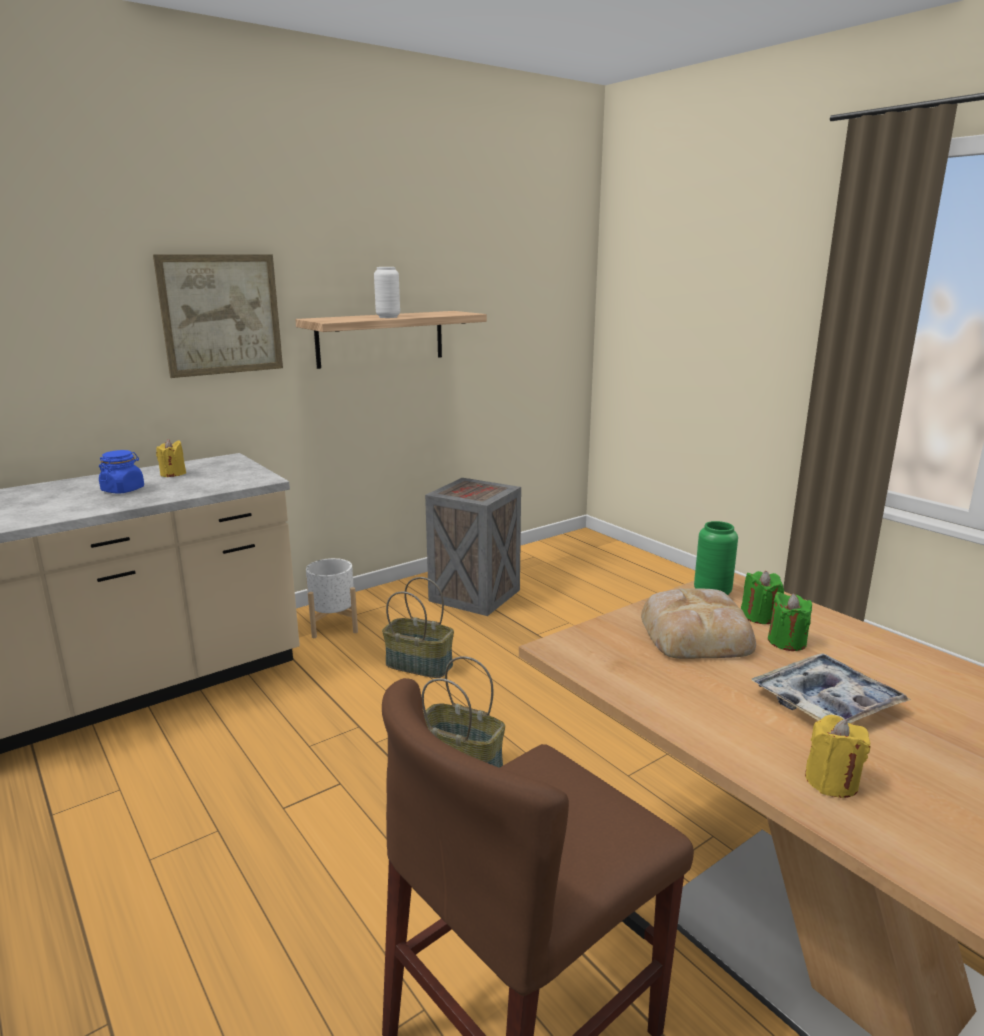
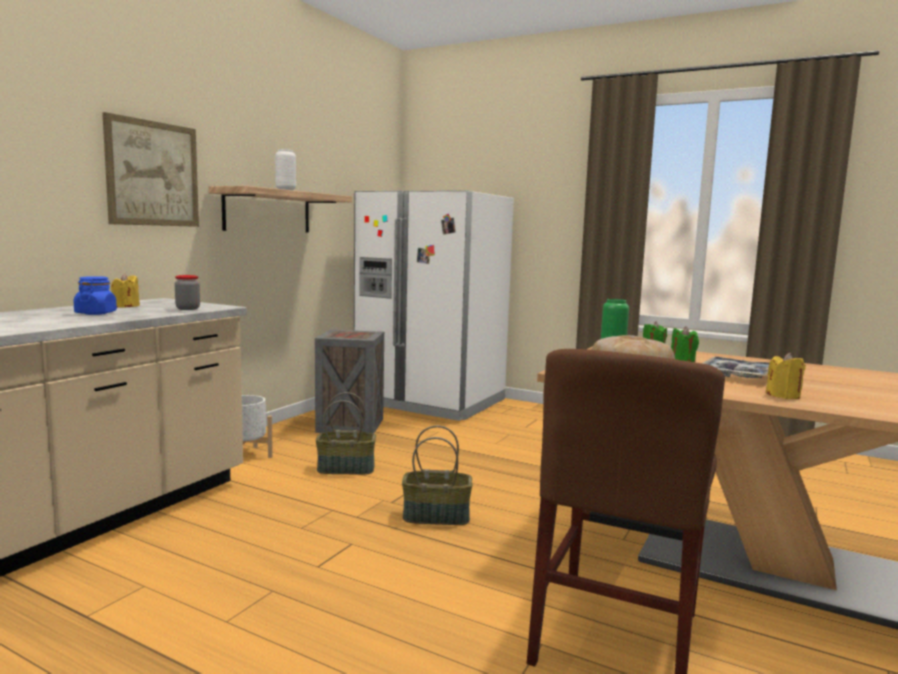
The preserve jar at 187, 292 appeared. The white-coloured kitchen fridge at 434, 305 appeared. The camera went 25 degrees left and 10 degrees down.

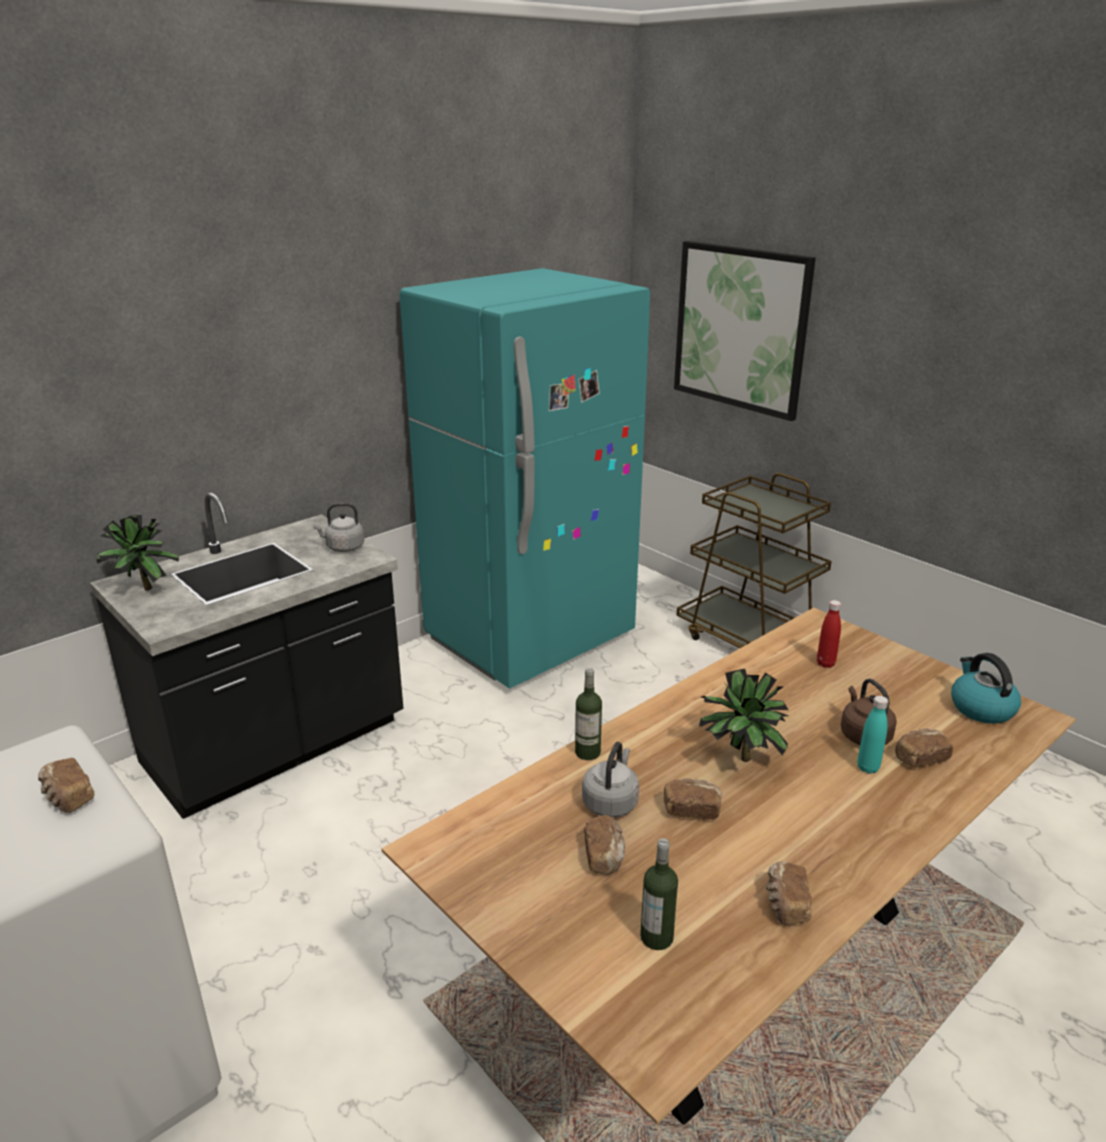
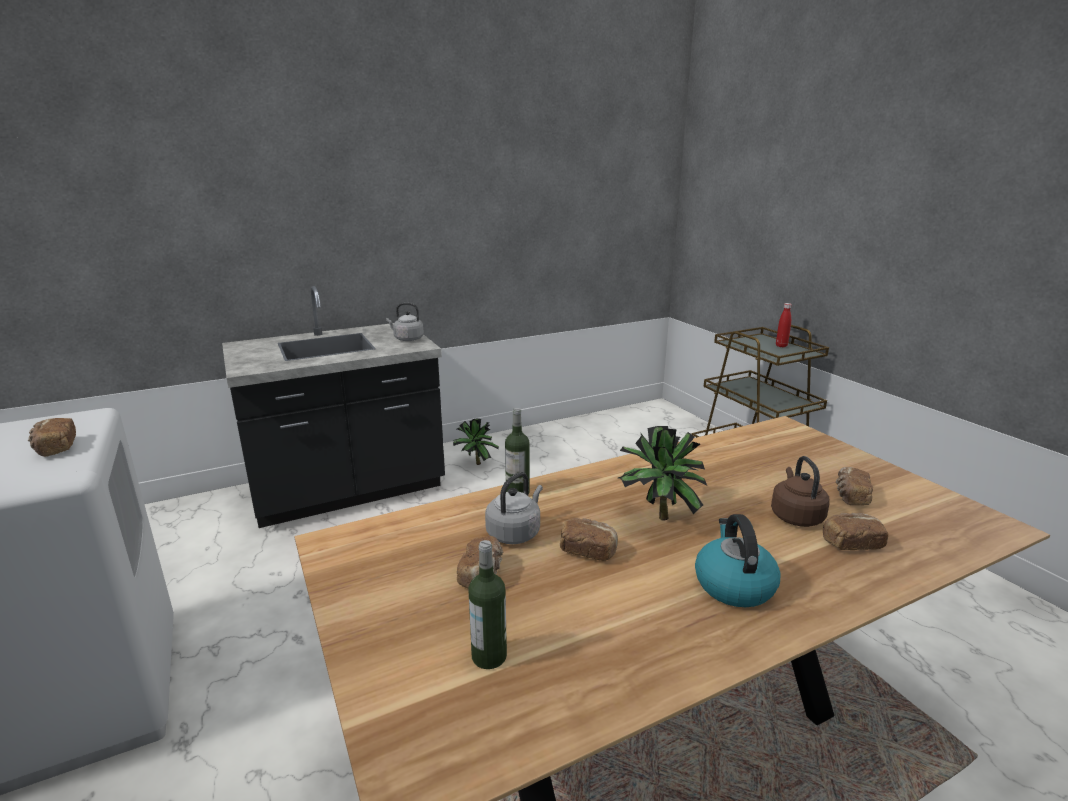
The houseplant moved from 136, 553 to 476, 442. The blue-green kitchen fridge at 524, 478 disappeared. The picture at 745, 331 disappeared. The bread moved from 789, 893 to 854, 486. The red bottle moved from 829, 634 to 784, 325. The blue-green bottle at 872, 735 disappeared. The kettle moved from 986, 688 to 738, 560. The camera went 15 degrees right and 5 degrees down.

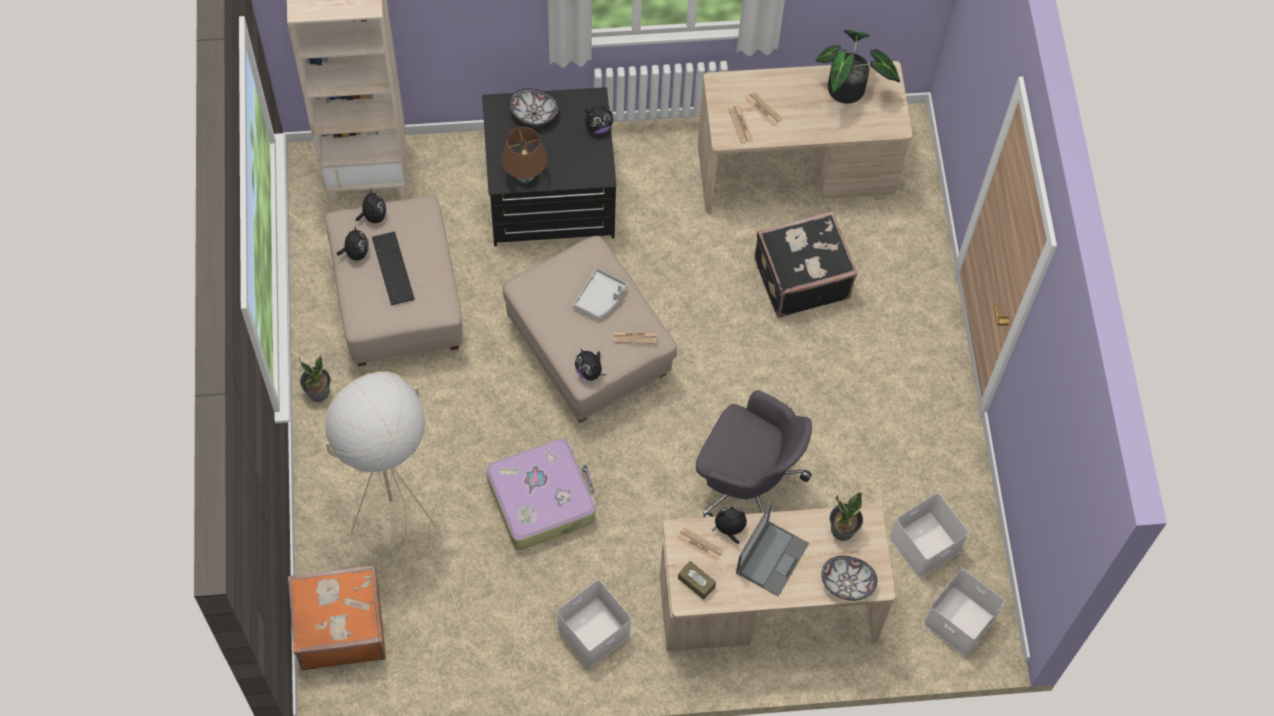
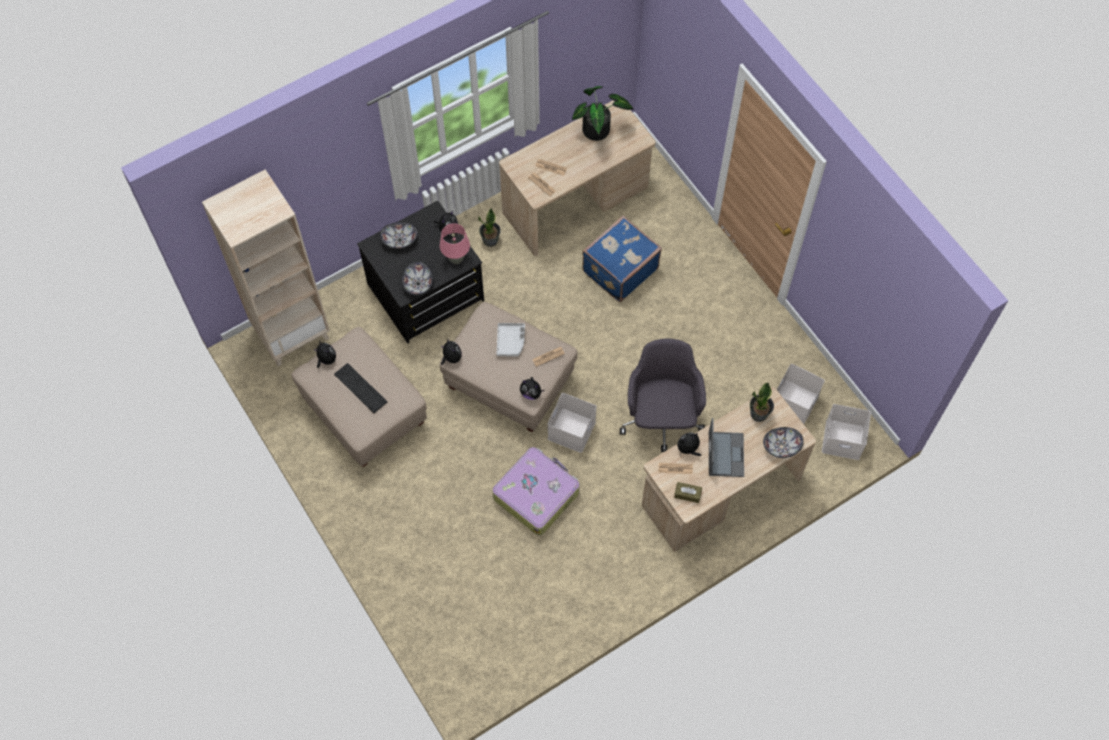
The orangey suitcase at 337, 617 disappeared. The houseplant moved from 315, 378 to 489, 227. The beige-coloured floor lamp at 420, 521 disappeared. The soft toy moved from 353, 243 to 451, 352. The brown-coloured table lamp at 524, 155 was replaced by the serving bowl at 417, 278. The white-coloured storage box moved from 594, 624 to 572, 423. The grey office chair at 754, 453 turned 90 degrees counterclockwise. The blackish suitcase at 806, 264 became the blue suitcase at 622, 259. The pink-coloured table lamp at 455, 243 appeared. The camera went 25 degrees left and 0 degrees up.

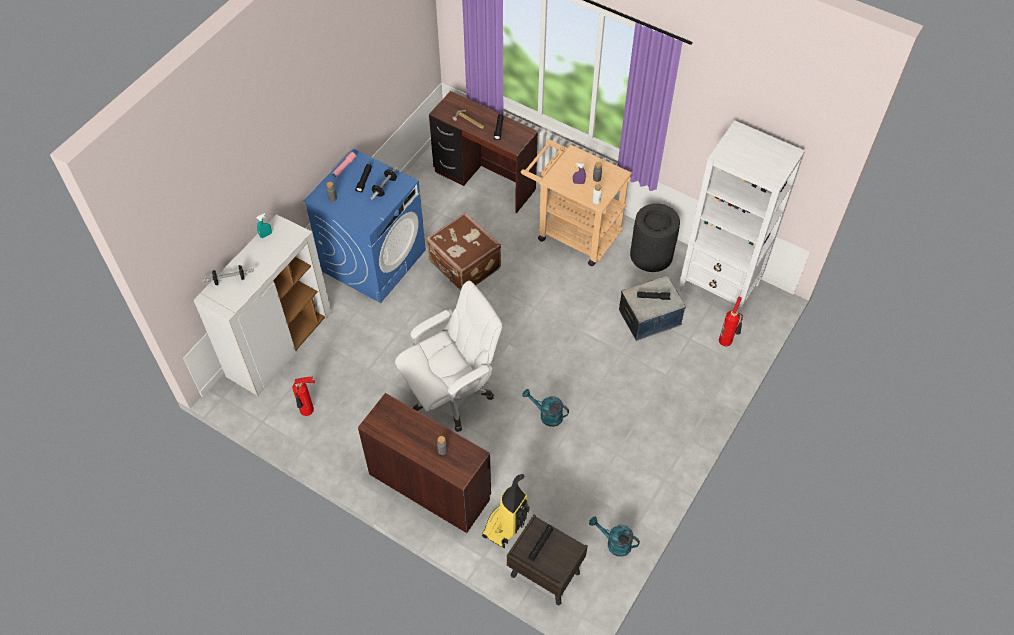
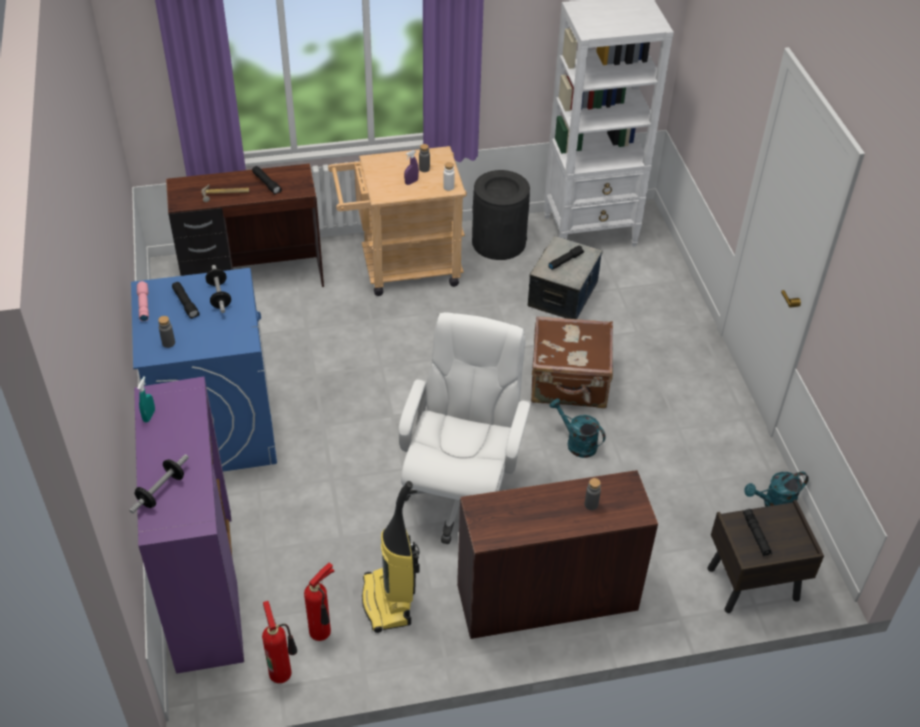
The white-coloured storage cabinet at 262, 305 became the purple storage cabinet at 189, 525. The brown-coloured suitcase moved from 463, 251 to 572, 362. The vacuum cleaner moved from 505, 511 to 391, 557. The blue-green sprinkling can at 545, 408 turned 60 degrees clockwise. The fire extinguisher moved from 731, 321 to 279, 642. The camera went 45 degrees left and 10 degrees down.

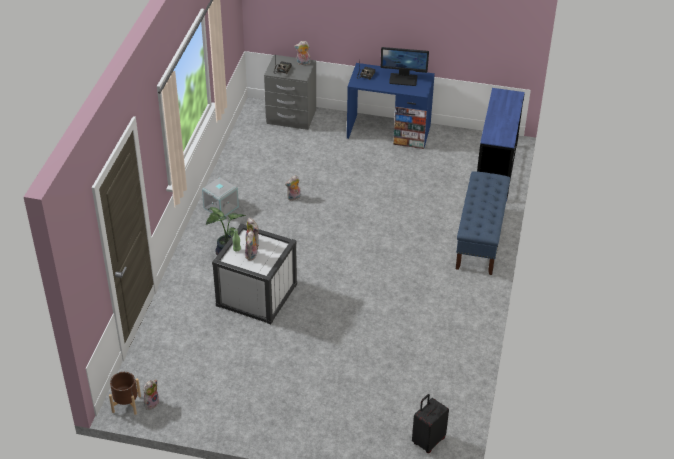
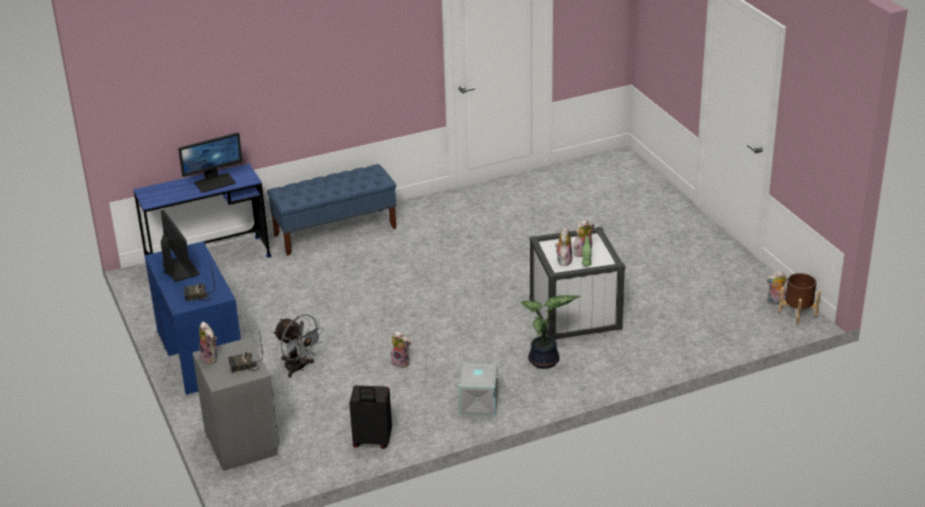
The blackish suitcase moved from 430, 423 to 370, 417. The monitor at 210, 162 appeared. The grey cooling fan at 298, 346 appeared. The camera went 125 degrees left and 10 degrees down.

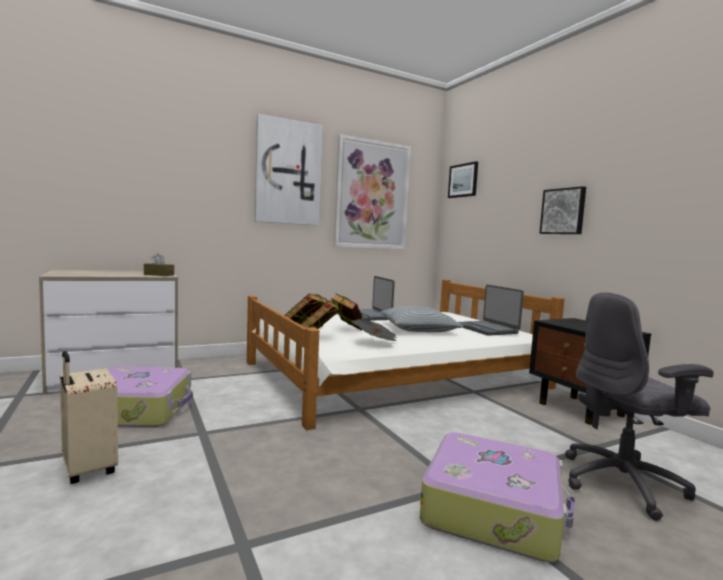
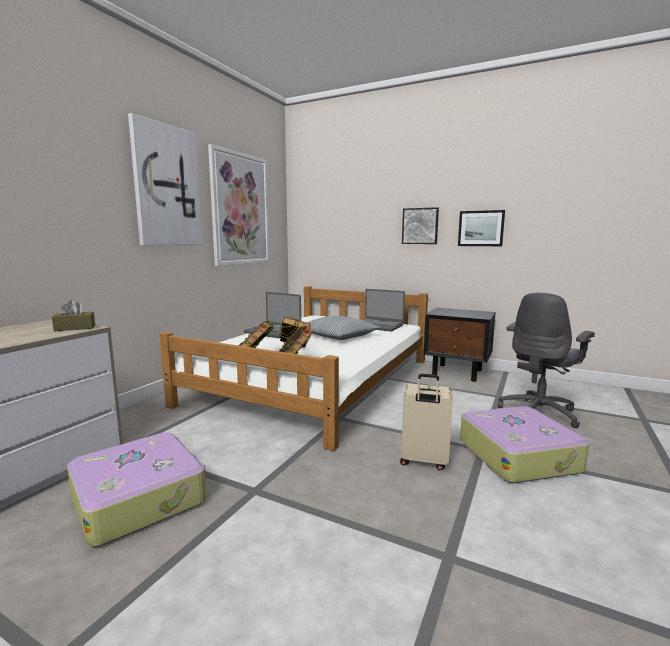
The beige-coloured suitcase moved from 89, 417 to 426, 422. The printed paper at 374, 330 disappeared. The picture moved from 463, 179 to 481, 228. The camera went 35 degrees left and 5 degrees up.

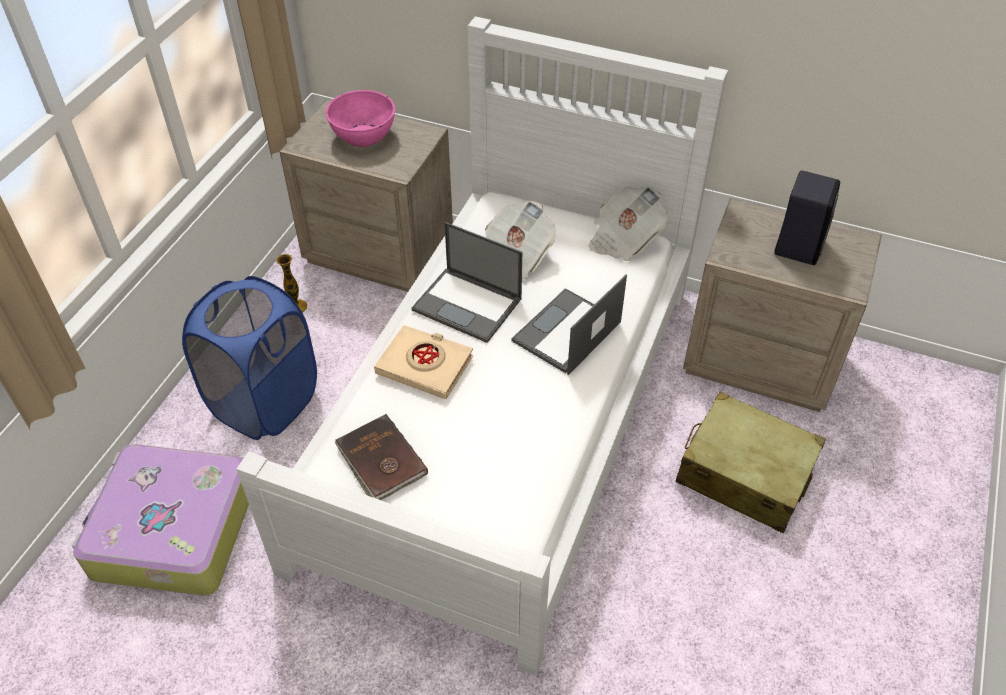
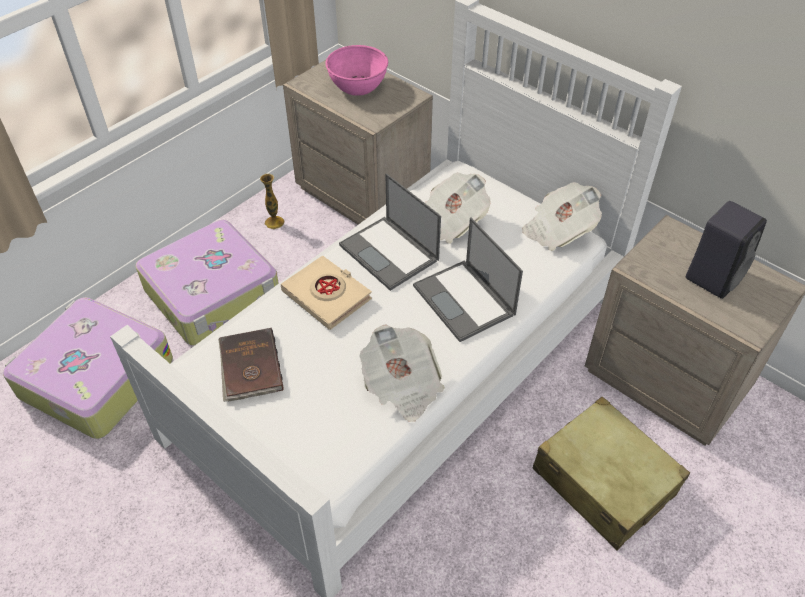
The blue washing basket at 249, 358 was replaced by the suitcase at 207, 282. The notebook computer at 569, 324 turned 90 degrees counterclockwise. The printed paper at 402, 373 appeared. The camera went 20 degrees right and 0 degrees up.

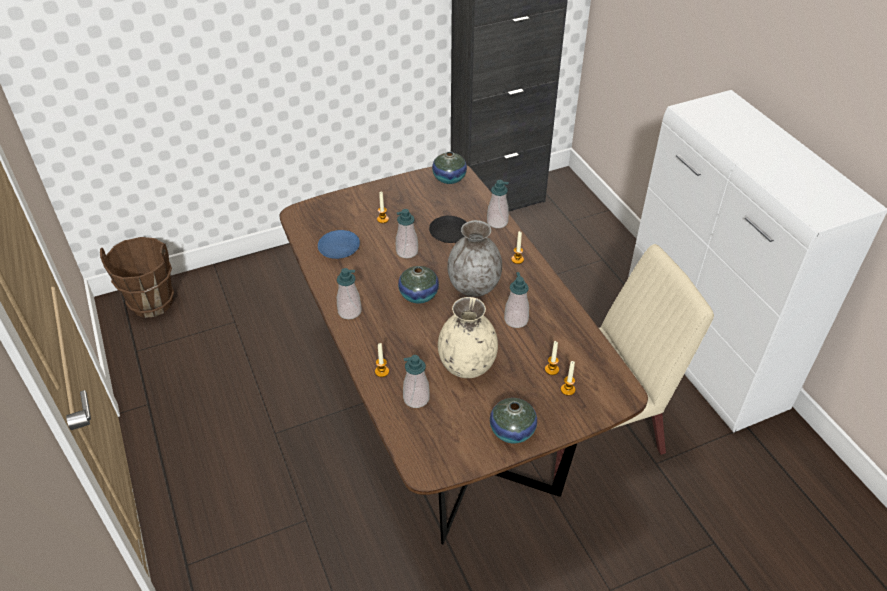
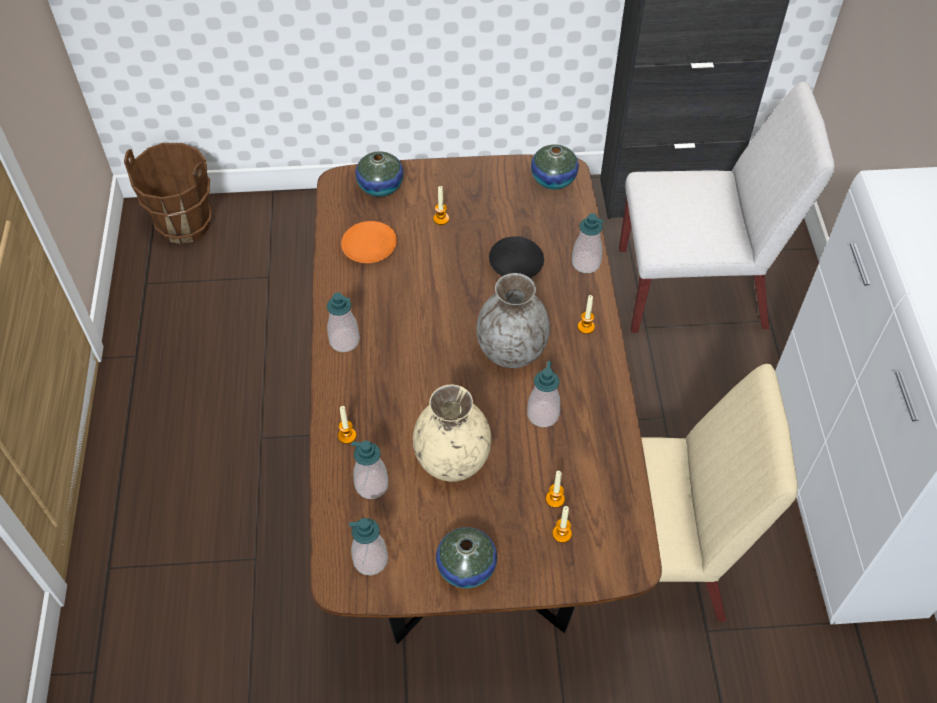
The blue flat dish at 339, 244 became the orangey flat dish at 369, 242. The soap bottle moved from 407, 233 to 368, 547. The vase moved from 418, 285 to 379, 174. The white-coloured upright chair at 727, 207 appeared. The camera went 20 degrees right and 10 degrees up.

